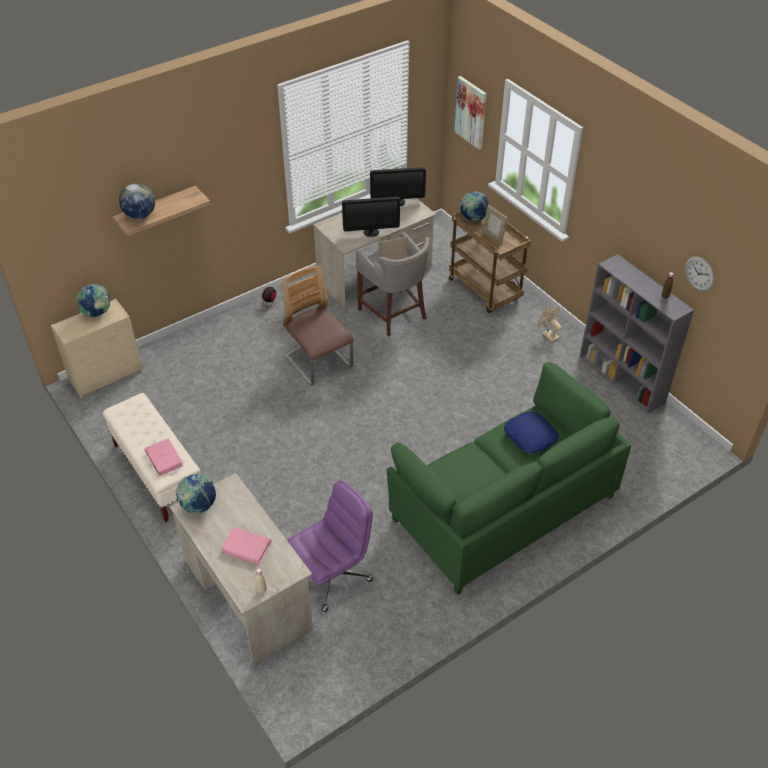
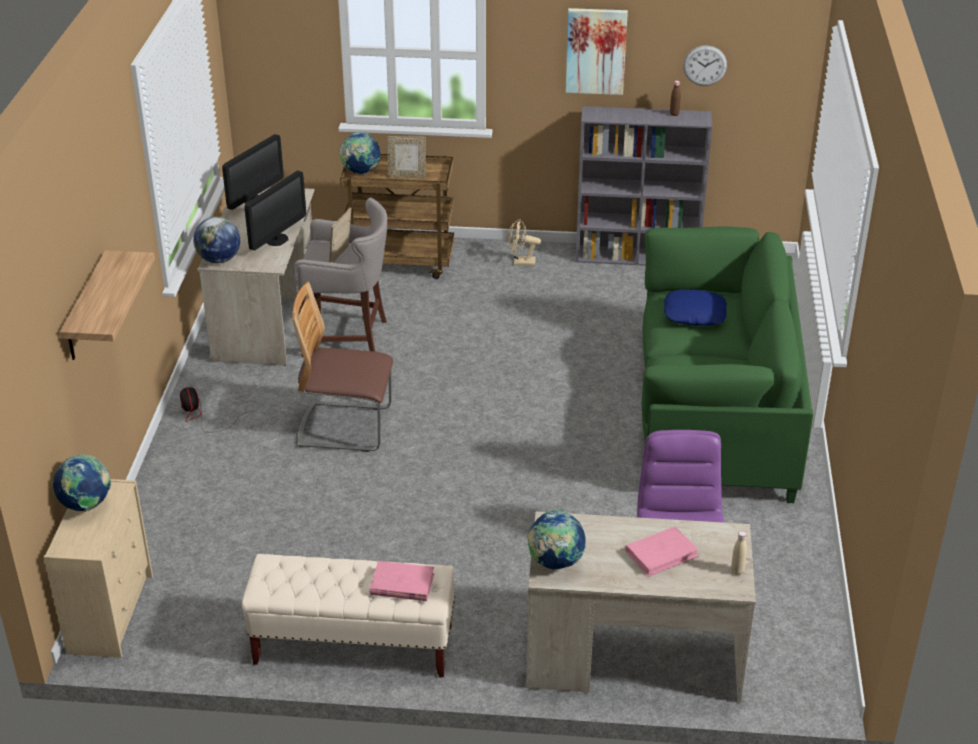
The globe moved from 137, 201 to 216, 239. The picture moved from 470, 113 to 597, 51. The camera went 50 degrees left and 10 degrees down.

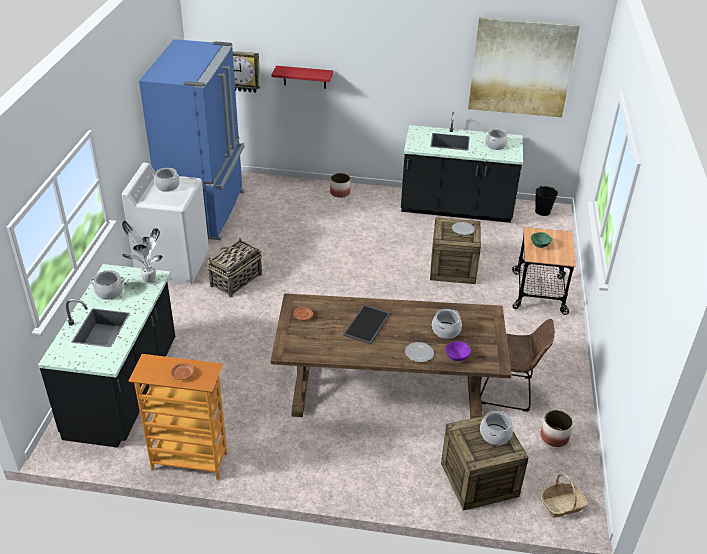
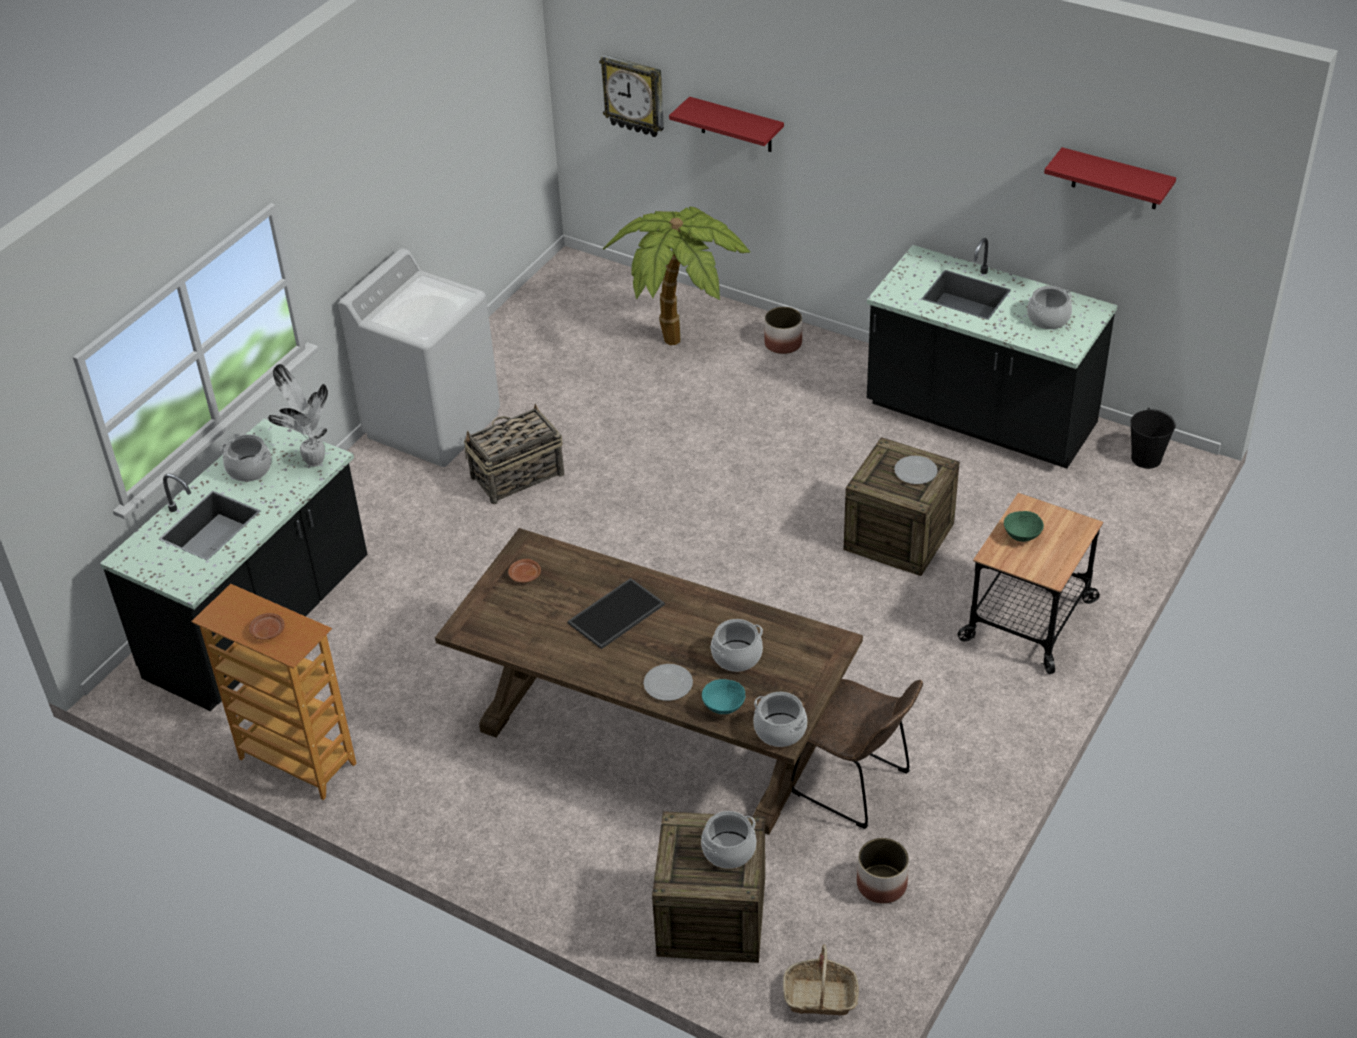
The blue kitchen fridge at 192, 139 disappeared. The saucepot moved from 166, 180 to 780, 719. The purple serving bowl at 458, 351 became the blue-green serving bowl at 724, 696. The picture at 524, 67 was replaced by the red shelf at 1110, 178. The houseplant at 676, 276 appeared. The camera went 25 degrees right and 5 degrees up.

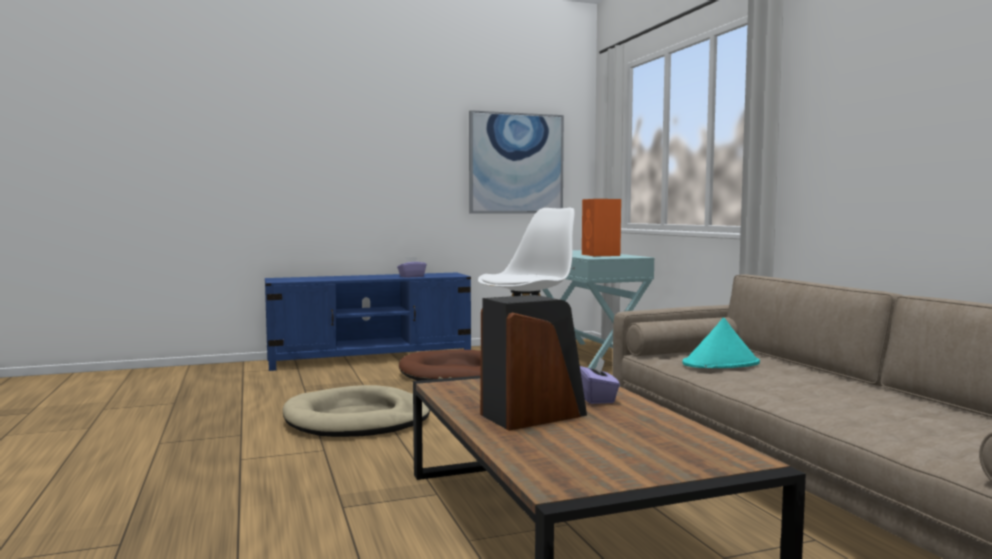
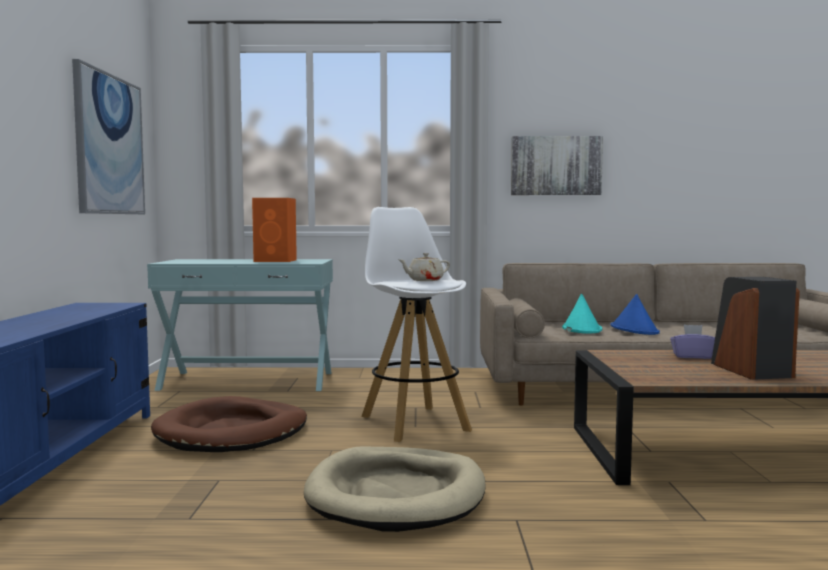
The purple box of tissues at 411, 267 disappeared. The beige-coloured pot for tea at 424, 267 appeared. The picture at 557, 165 appeared. The blue hat at 635, 314 appeared. The camera went 70 degrees left and 0 degrees up.

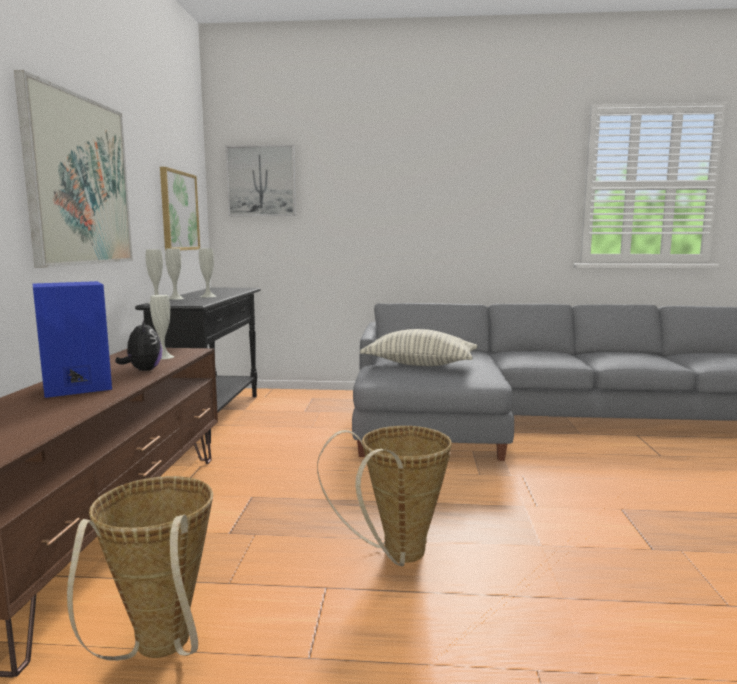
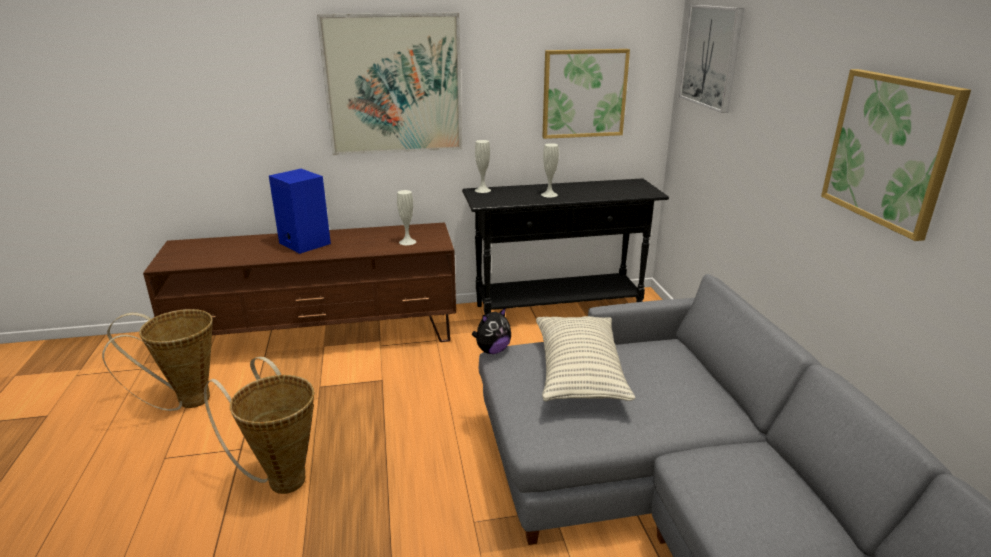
The soft toy moved from 138, 345 to 491, 330. The white-coloured vase at 174, 274 disappeared. The picture at 896, 155 appeared. The camera went 75 degrees right and 15 degrees up.

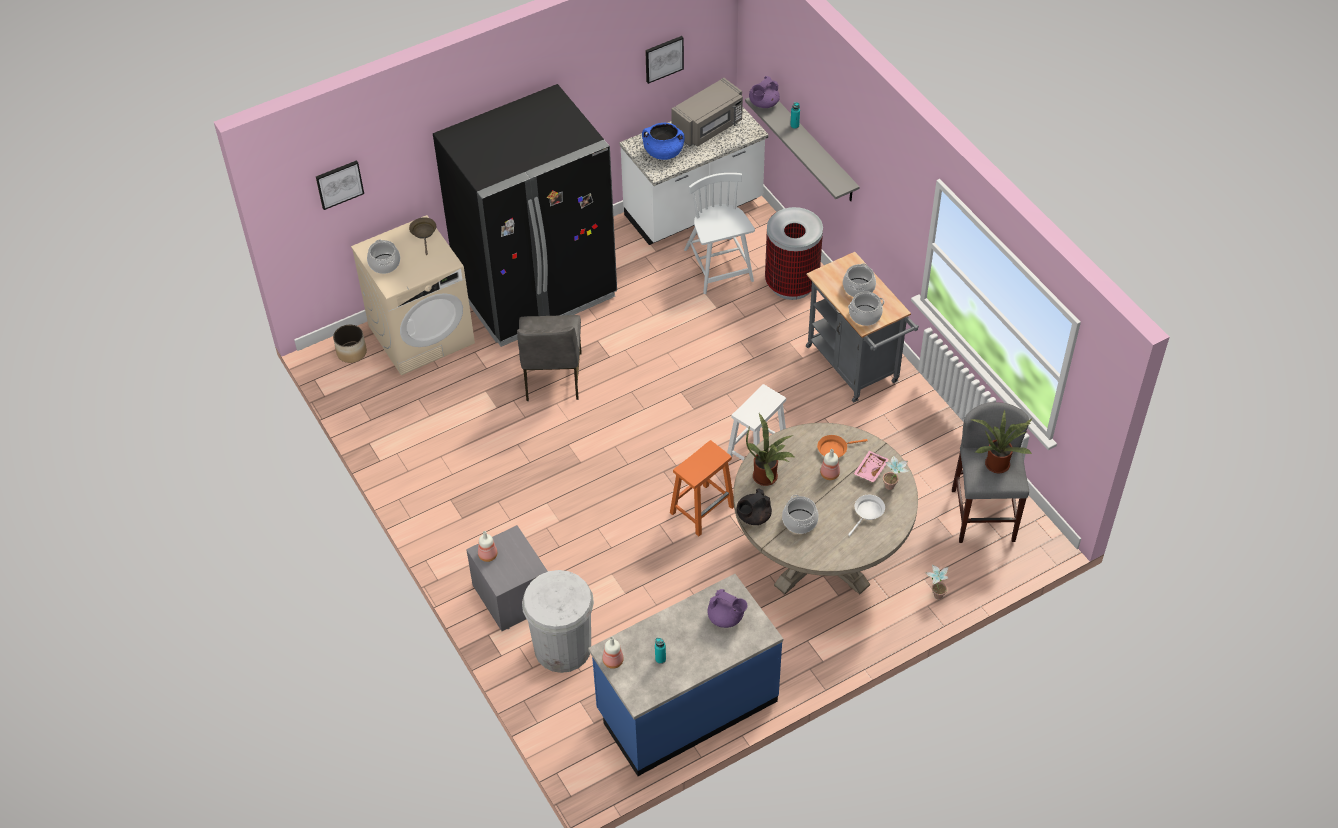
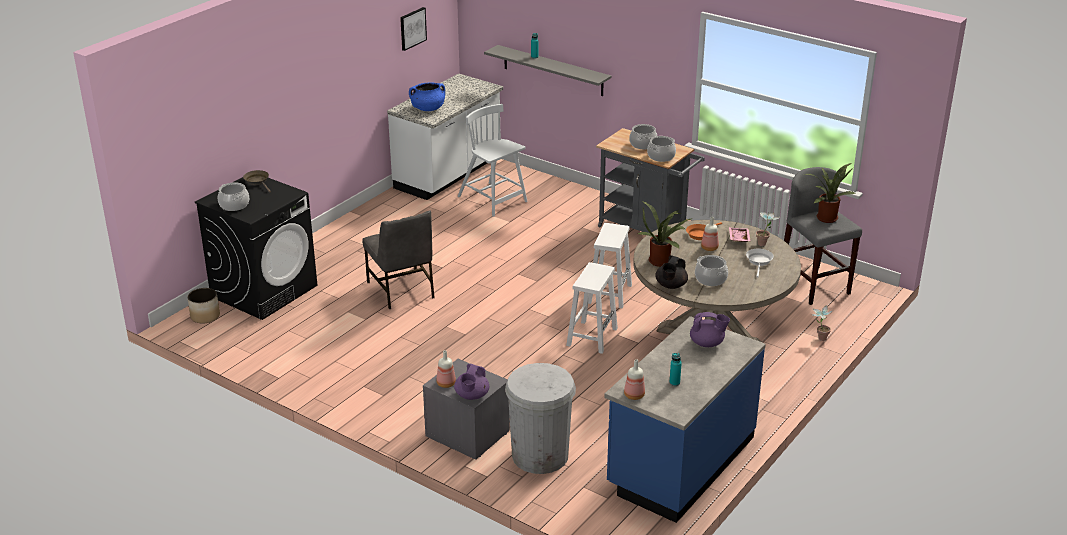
The picture at 340, 185 disappeared. The beige-coloured washing machine at 413, 295 became the blackish washing machine at 256, 248. The blackish kitchen fridge at 525, 215 disappeared. The orangey stool at 702, 488 became the white-coloured stool at 592, 308. The grey microwave oven at 707, 112 disappeared. The purple pot for tea moved from 764, 92 to 471, 382. The waste bin at 794, 253 disappeared. The camera went 25 degrees left and 20 degrees down.

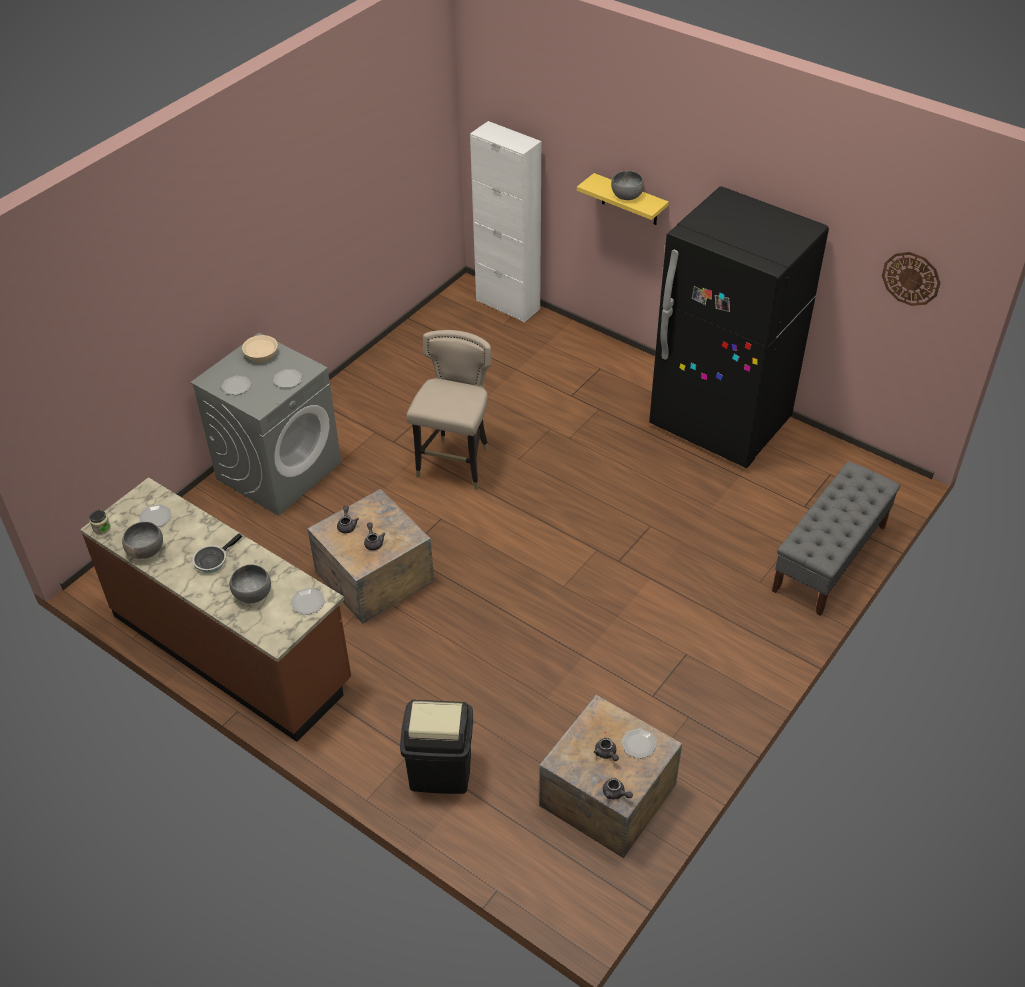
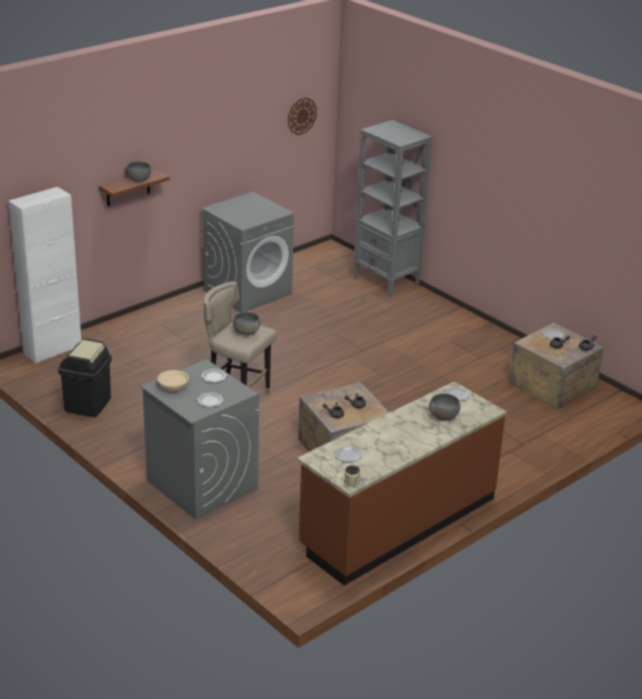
The grey serving bowl moved from 142, 540 to 246, 323. The pan at 217, 553 disappeared. The blackish waste bin moved from 436, 747 to 85, 378. The yellow-coloured shelf at 623, 199 became the brown-coloured shelf at 134, 187. The blackish kitchen fridge at 739, 327 was replaced by the grey washing machine at 247, 252. The grey long seat at 836, 538 was replaced by the grey bookcase at 393, 208. The camera went 80 degrees left and 15 degrees down.

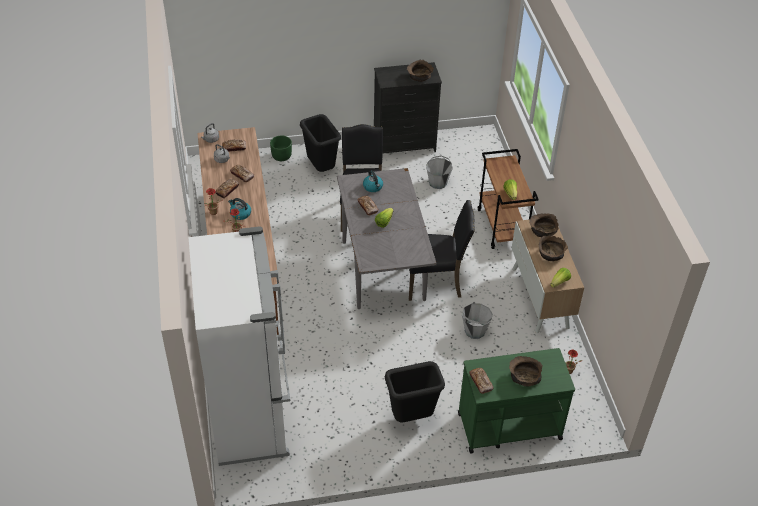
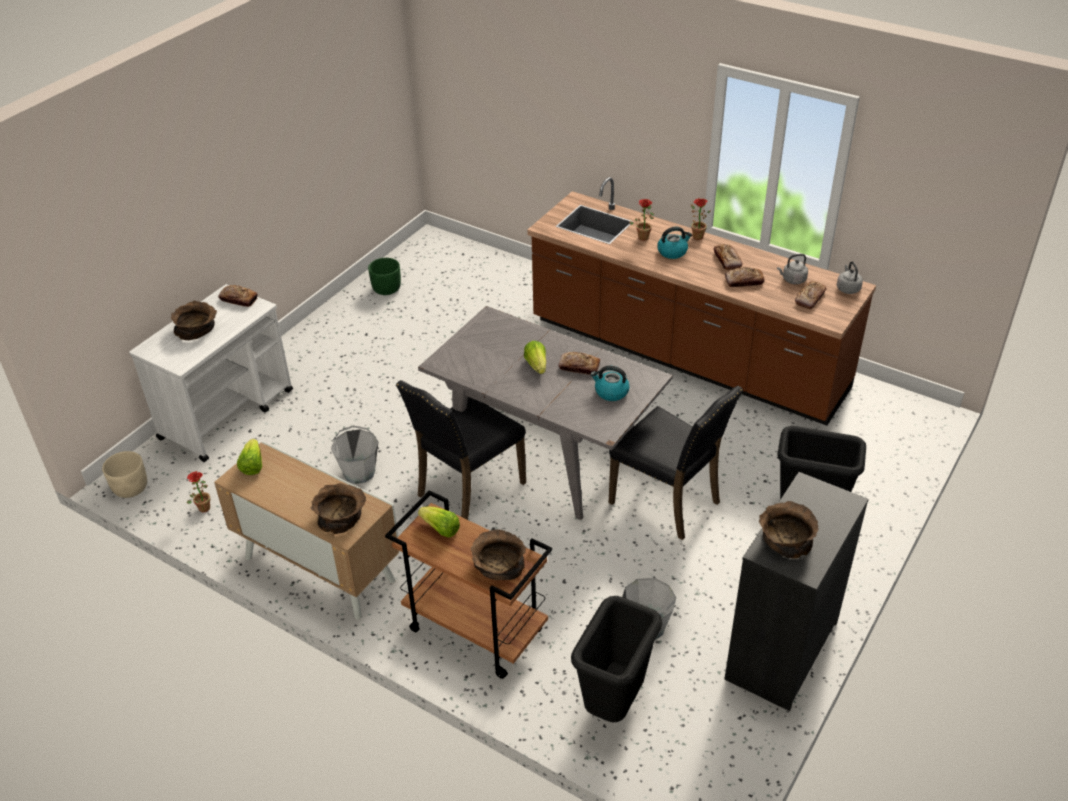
The white-coloured kitchen fridge at 239, 346 disappeared. The green flower pot moved from 281, 148 to 384, 276. The blackish waste bin moved from 415, 392 to 616, 659. The green wheeled cart at 516, 401 became the white-coloured wheeled cart at 211, 373. The brown-coloured serving bowl moved from 553, 248 to 498, 554. The beige-coloured flower pot at 124, 474 appeared. The camera went 135 degrees right and 5 degrees down.

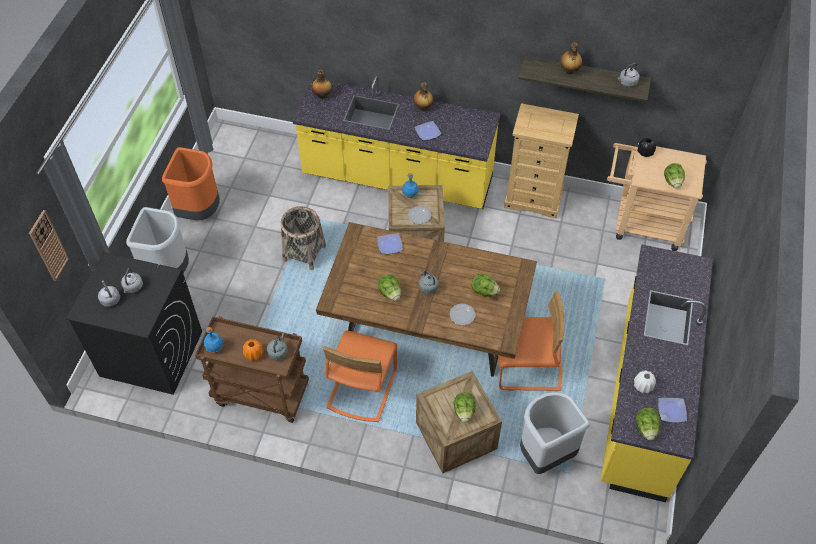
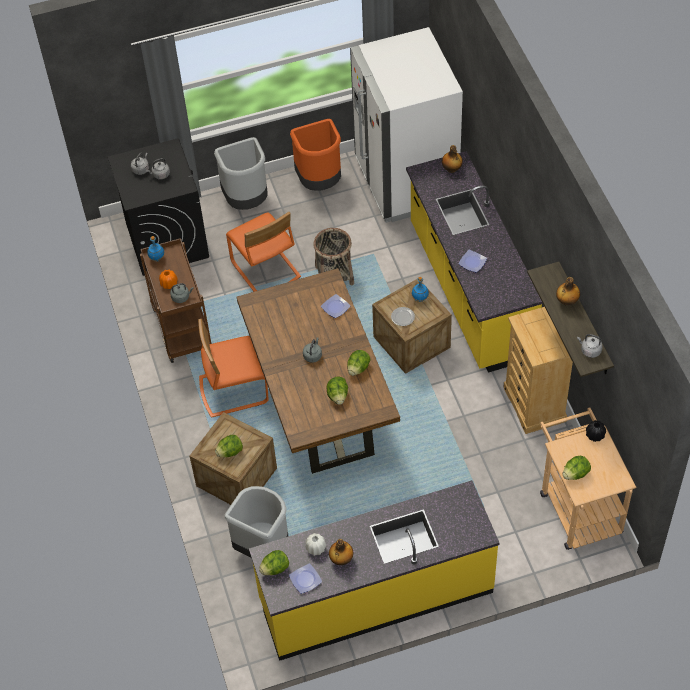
The hanging clock at 49, 245 disappeared. The head of lettuce moved from 389, 287 to 359, 363. The bottle moved from 423, 96 to 341, 552. The flat dish at 462, 314 disappeared. The orangey upright chair moved from 531, 341 to 263, 252. The white-coloured kitchen fridge at 406, 125 appeared. The camera went 60 degrees right and 0 degrees up.

